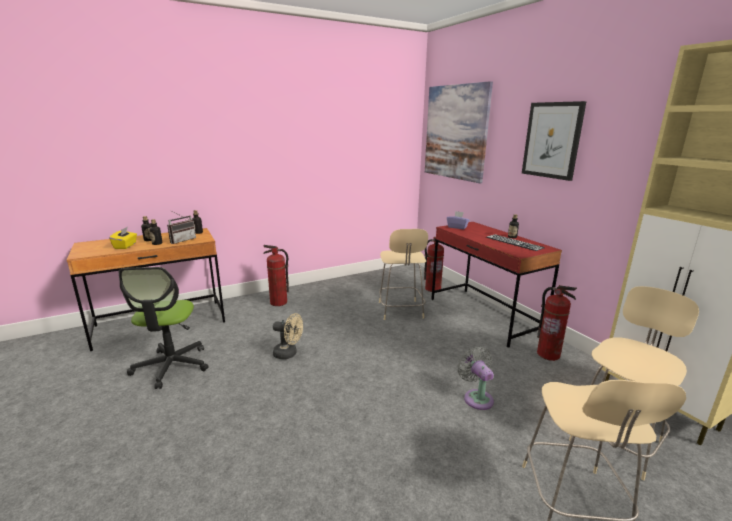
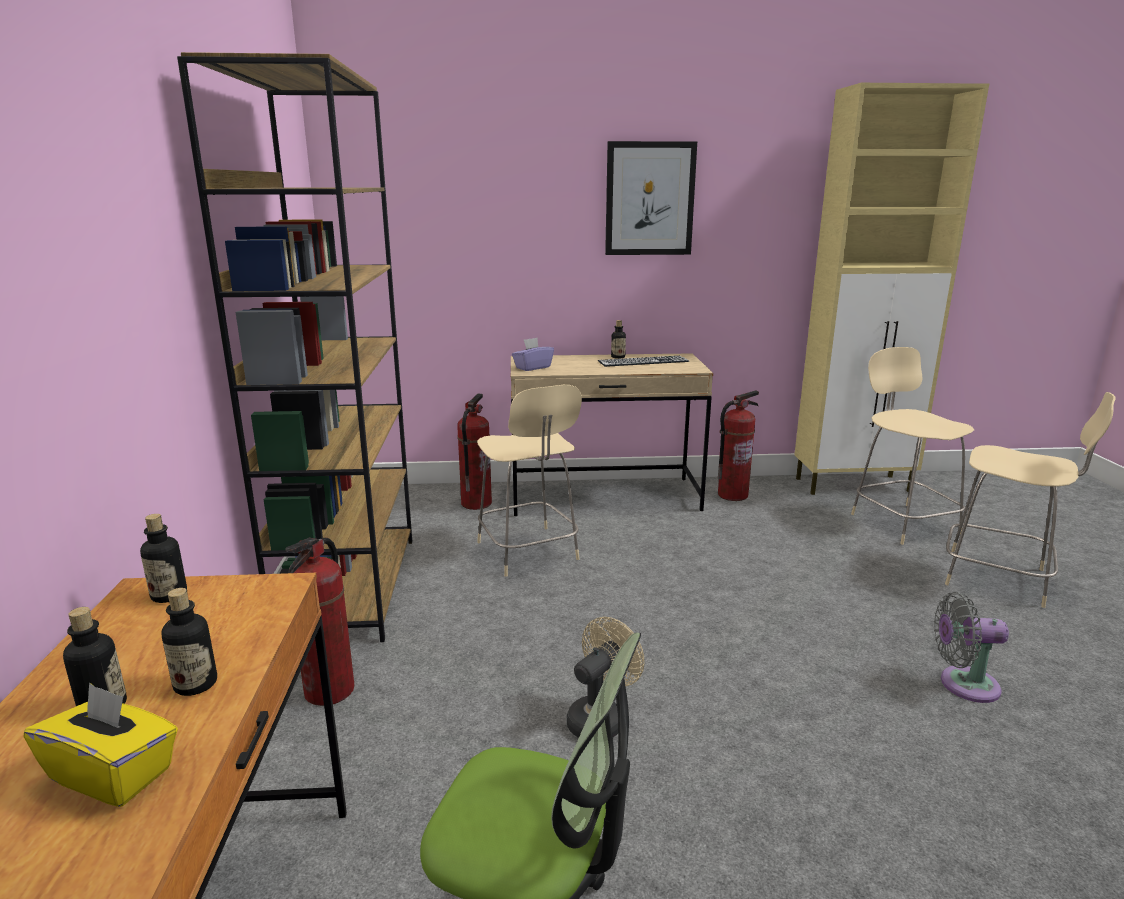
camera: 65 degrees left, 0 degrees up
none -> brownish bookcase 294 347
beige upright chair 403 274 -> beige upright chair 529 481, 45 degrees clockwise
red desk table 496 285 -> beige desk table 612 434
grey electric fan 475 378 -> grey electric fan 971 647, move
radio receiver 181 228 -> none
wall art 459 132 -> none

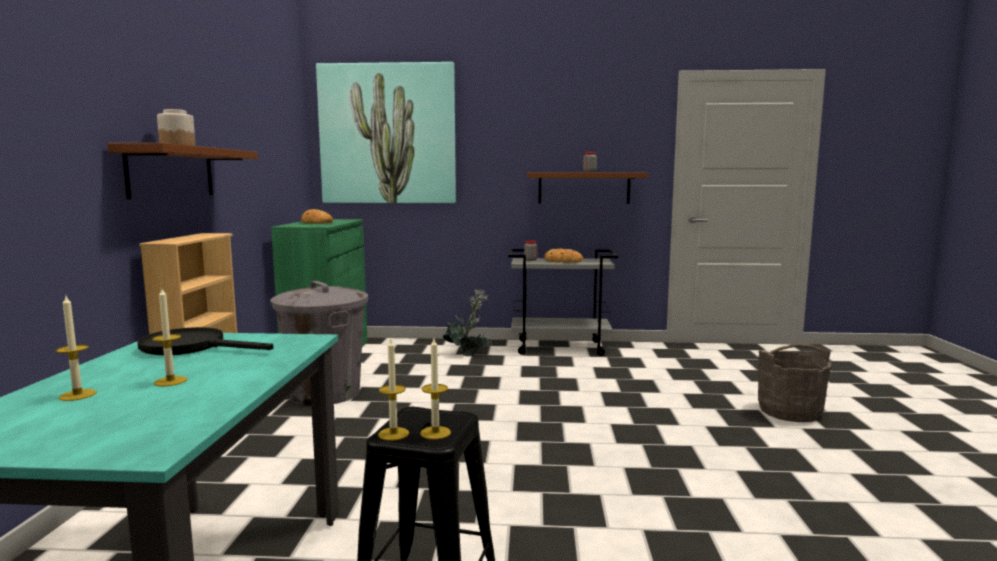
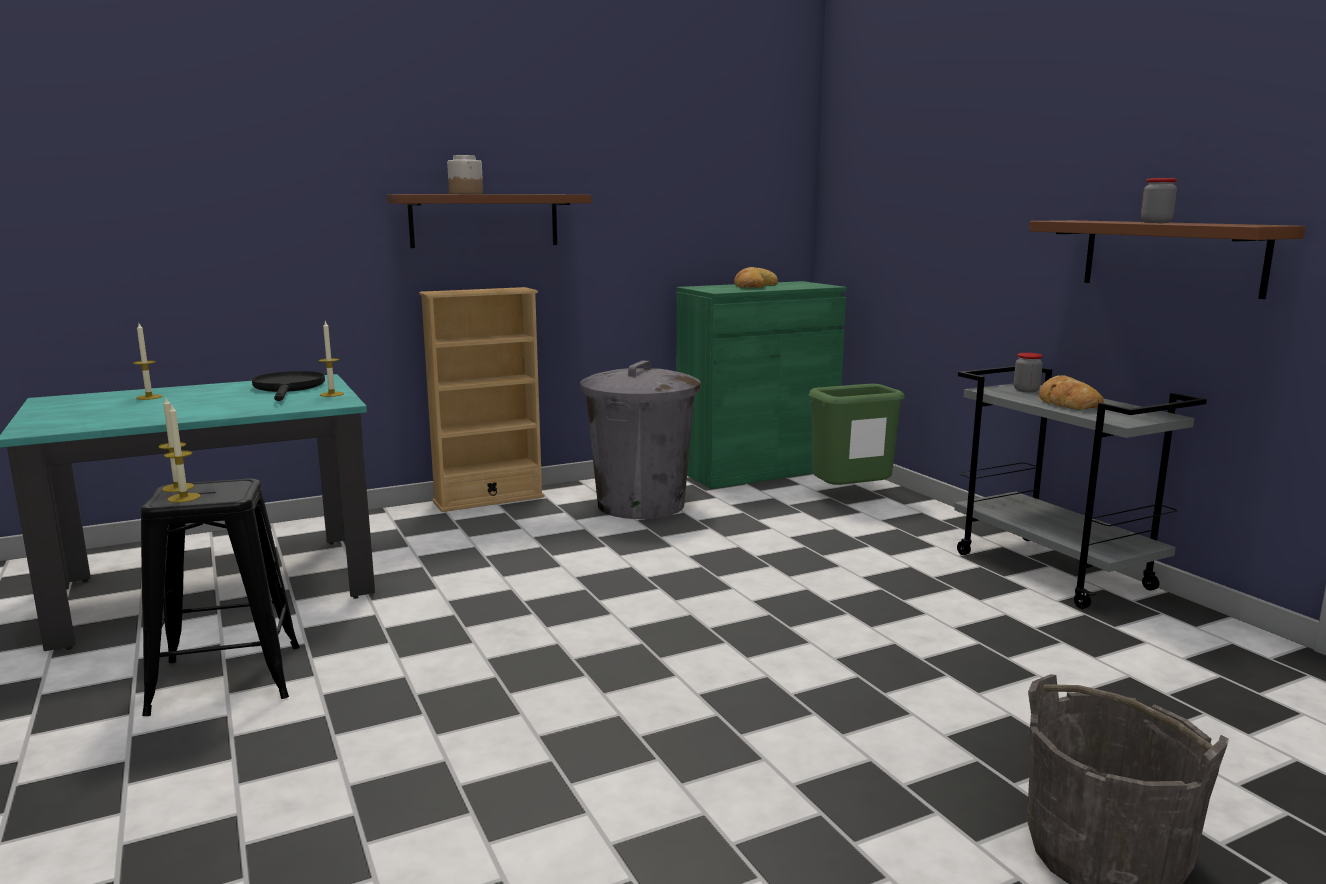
camera: 60 degrees right, 5 degrees up
wax candle 169 337 -> wax candle 331 359, move
none -> green-coloured rubbish bin 857 434
wall art 386 132 -> none
plant in a pot 467 322 -> none

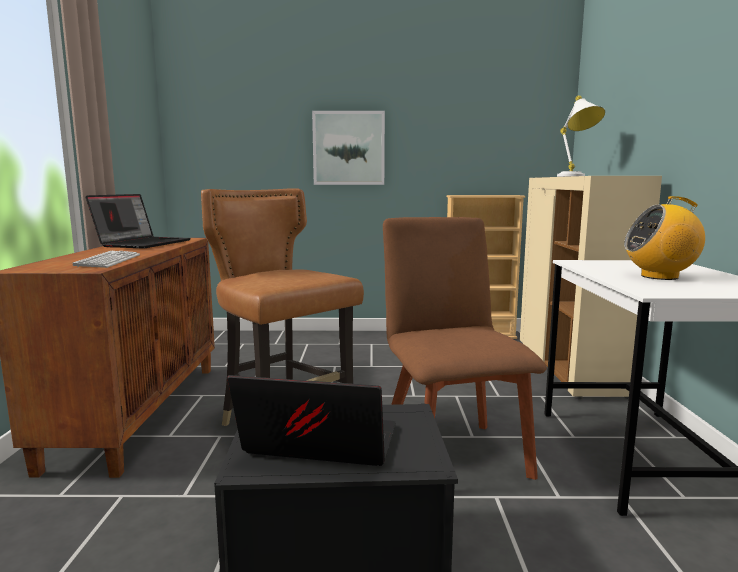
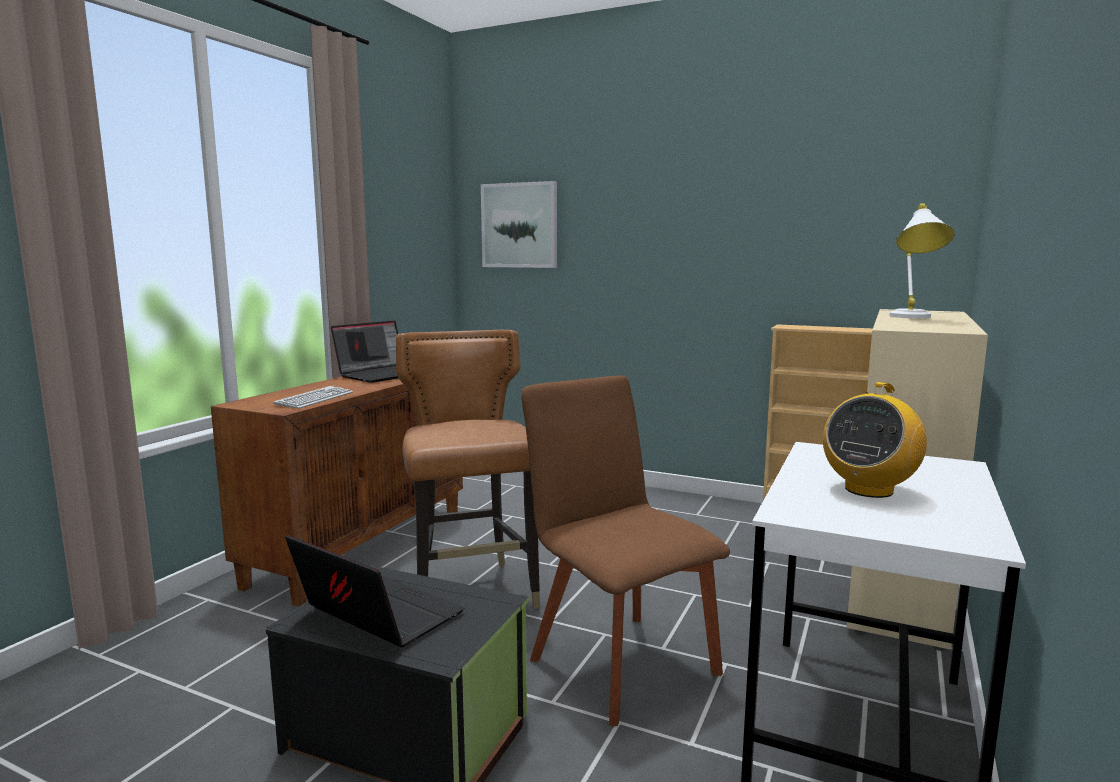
camera: 25 degrees right, 0 degrees up
wall art 348 148 -> wall art 519 224, move
brownish upright chair 465 348 -> brownish upright chair 625 551, 45 degrees counterclockwise
radio receiver 664 238 -> radio receiver 875 440, 75 degrees counterclockwise

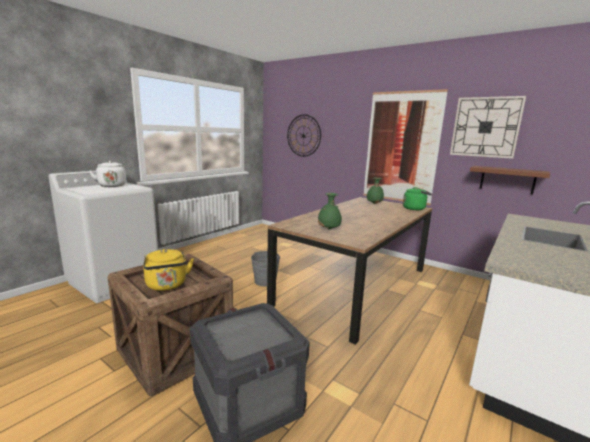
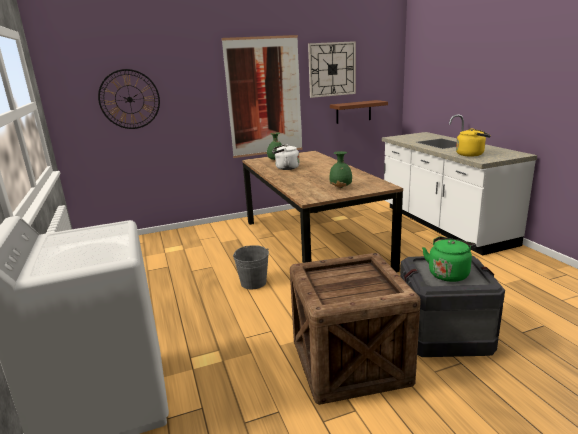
camera: 55 degrees left, 5 degrees up
white-coloured water kettle 107 174 -> white-coloured water kettle 286 157, move
green-coloured water kettle 417 198 -> green-coloured water kettle 449 259, move
yellowish water kettle 168 270 -> yellowish water kettle 473 142, move

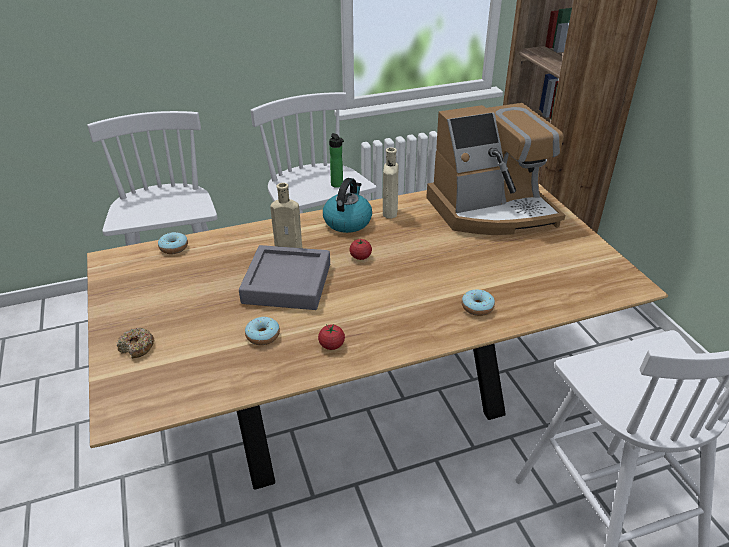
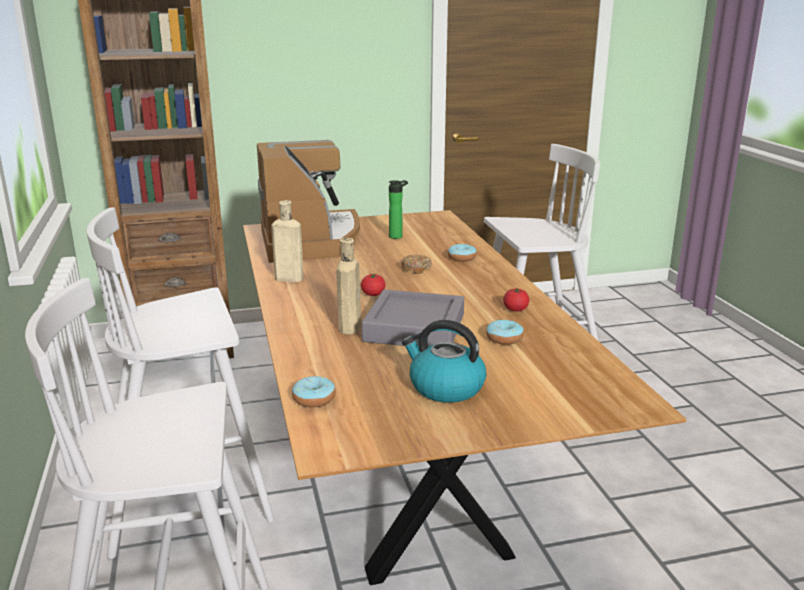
camera: 85 degrees left, 15 degrees down
drink bottle 336 160 -> drink bottle 398 209, move
doughnut 135 343 -> doughnut 416 264, move
water kettle 347 205 -> water kettle 444 361, move

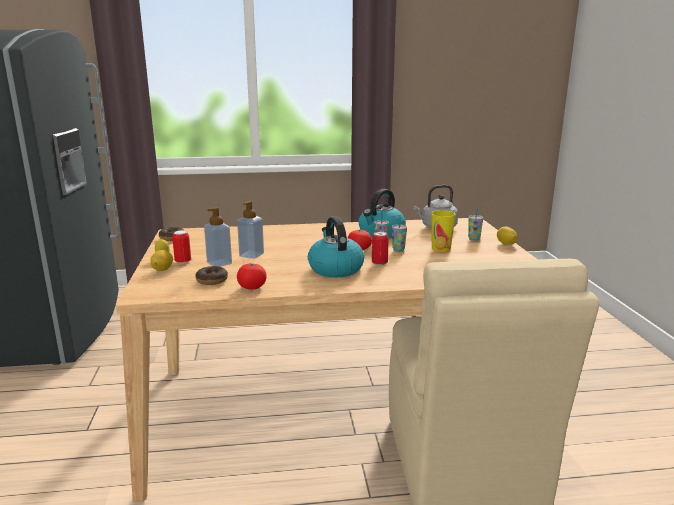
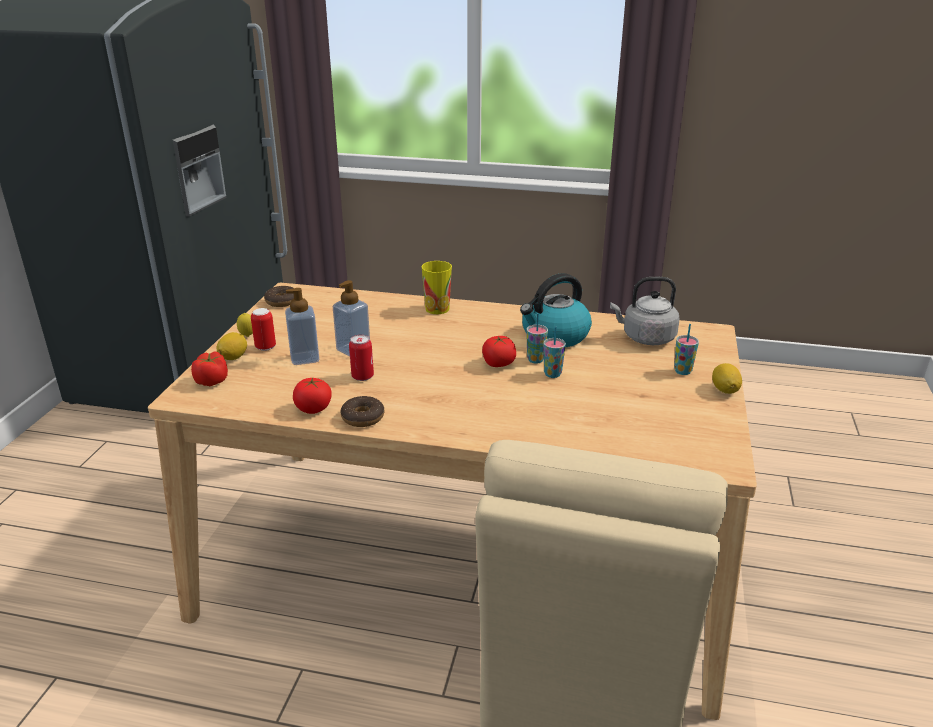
camera: 20 degrees right, 10 degrees up
none -> fresh tomato 209 369
doughnut 211 275 -> doughnut 362 411, move
can 380 248 -> can 361 358, move
drinking cup 443 231 -> drinking cup 437 287, move
water kettle 336 247 -> none

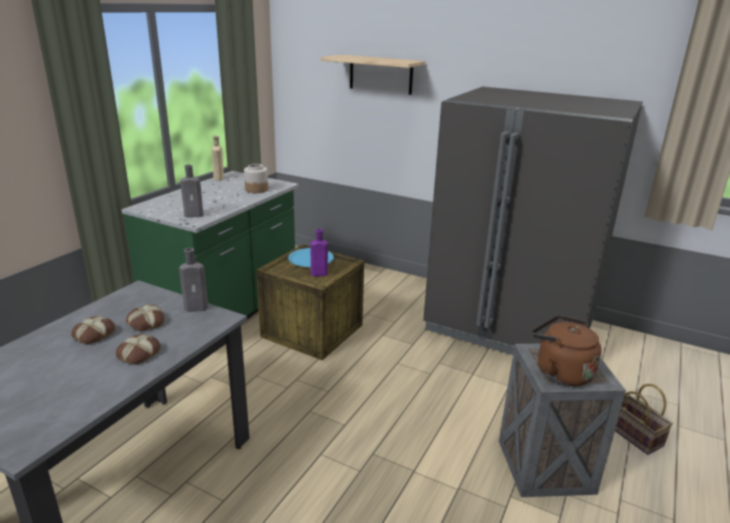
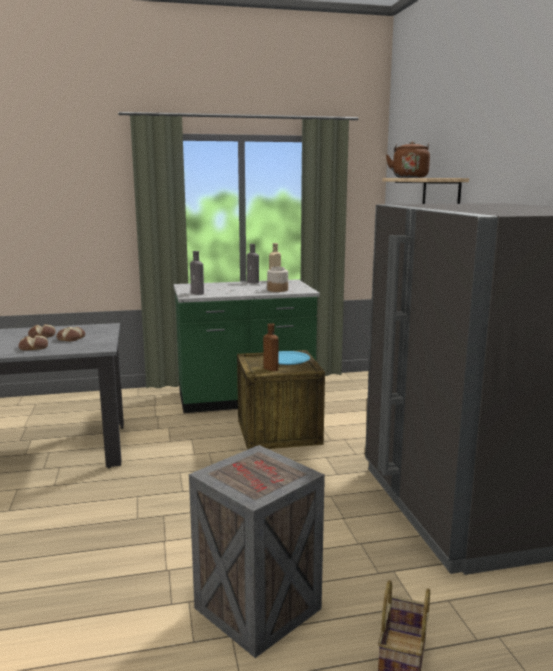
camera: 50 degrees right, 10 degrees down
grey drink bottle 193 280 -> grey drink bottle 253 263, move
purple-coloured drink bottle 319 253 -> brownish drink bottle 270 347
brownish water kettle 567 351 -> brownish water kettle 408 159, move

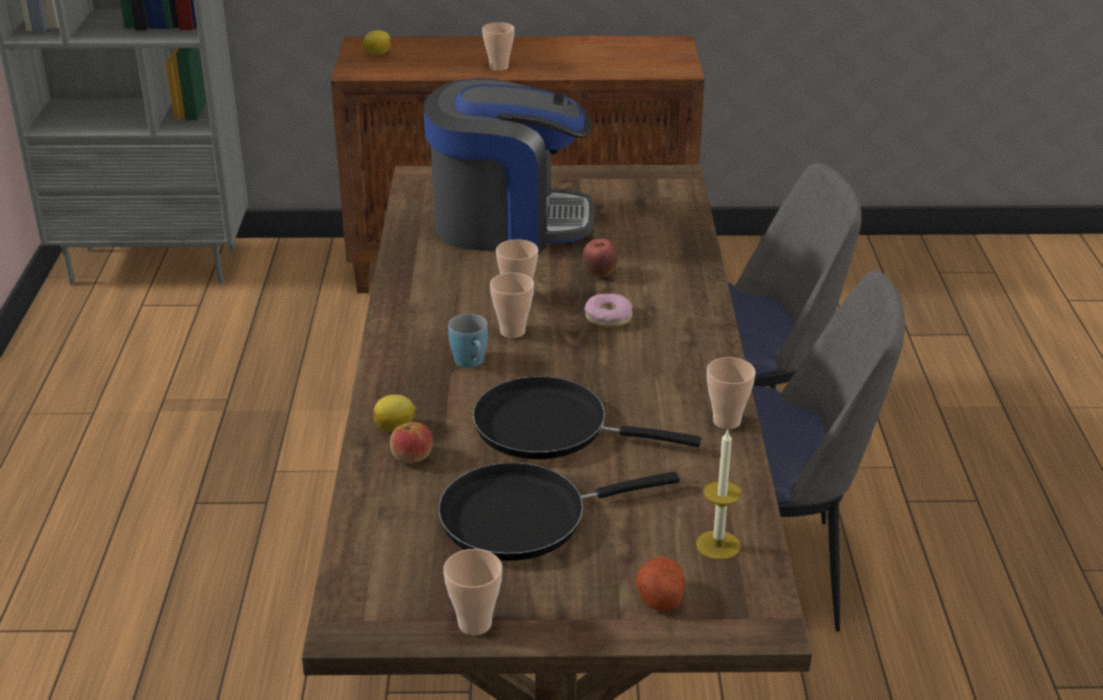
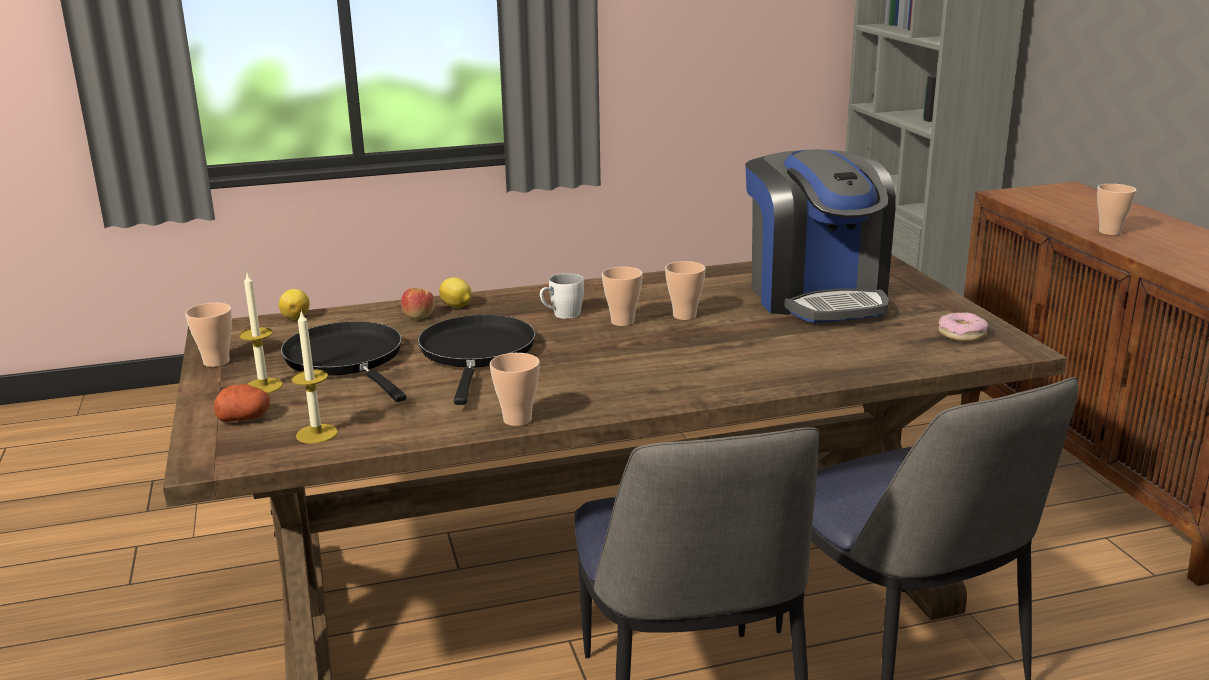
camera: 75 degrees right, 10 degrees down
none -> wax candle 261 333
whole lemon 376 42 -> whole lemon 294 304, move
blue mug 468 340 -> white-coloured mug 562 296
doughnut 608 311 -> doughnut 963 327, move
apple fruit 600 258 -> none

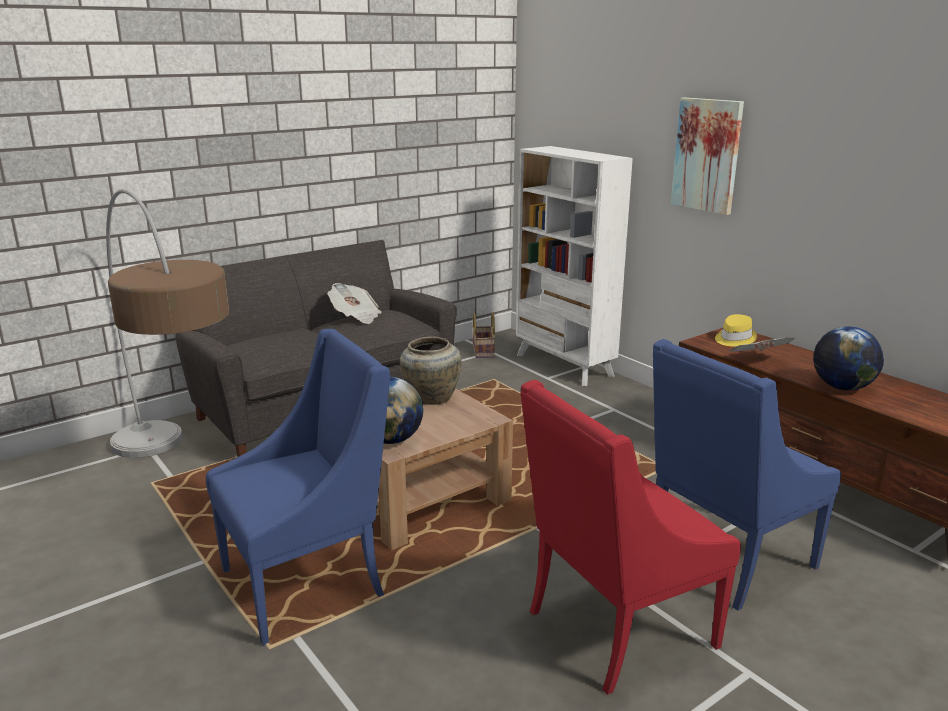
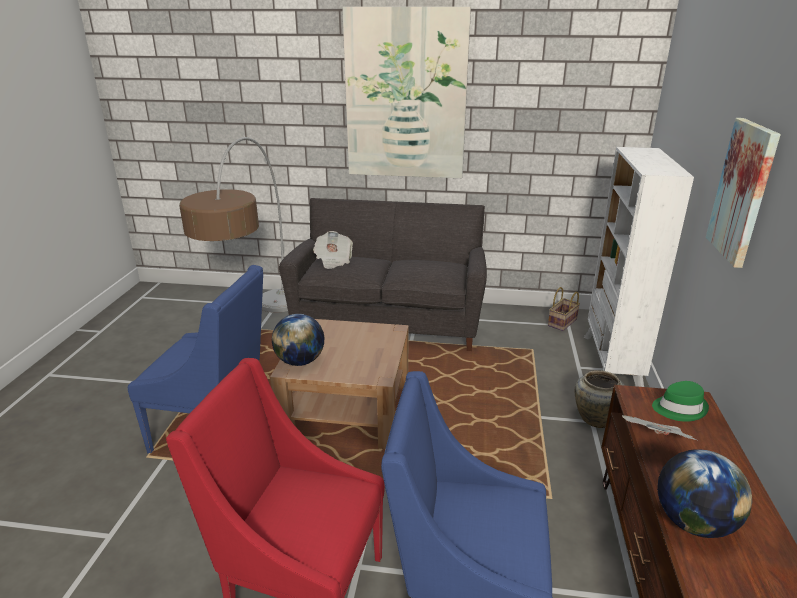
camera: 45 degrees right, 5 degrees up
daily paper 355 303 -> daily paper 333 250, move
none -> wall art 406 92
beige decorative vase 431 370 -> beige decorative vase 600 399, move
yellowish clothing hat 736 330 -> green-coloured clothing hat 680 401

